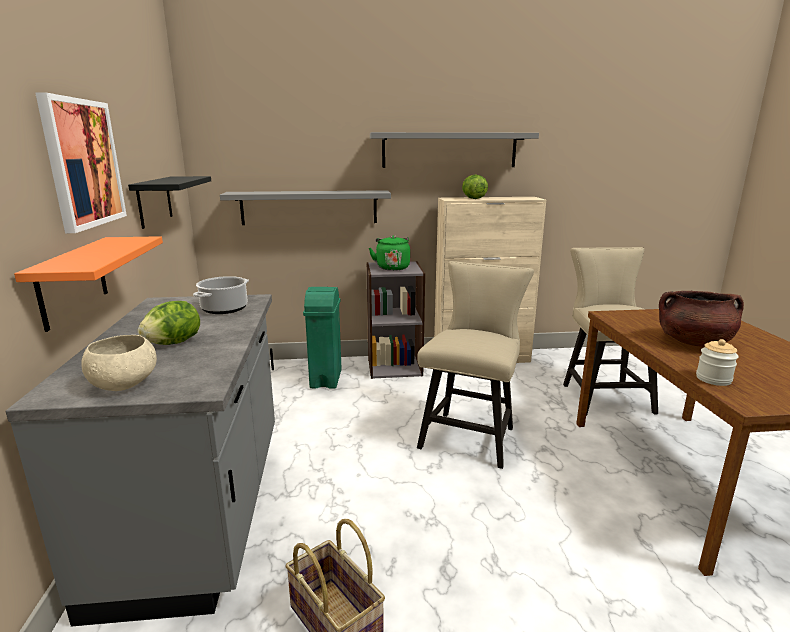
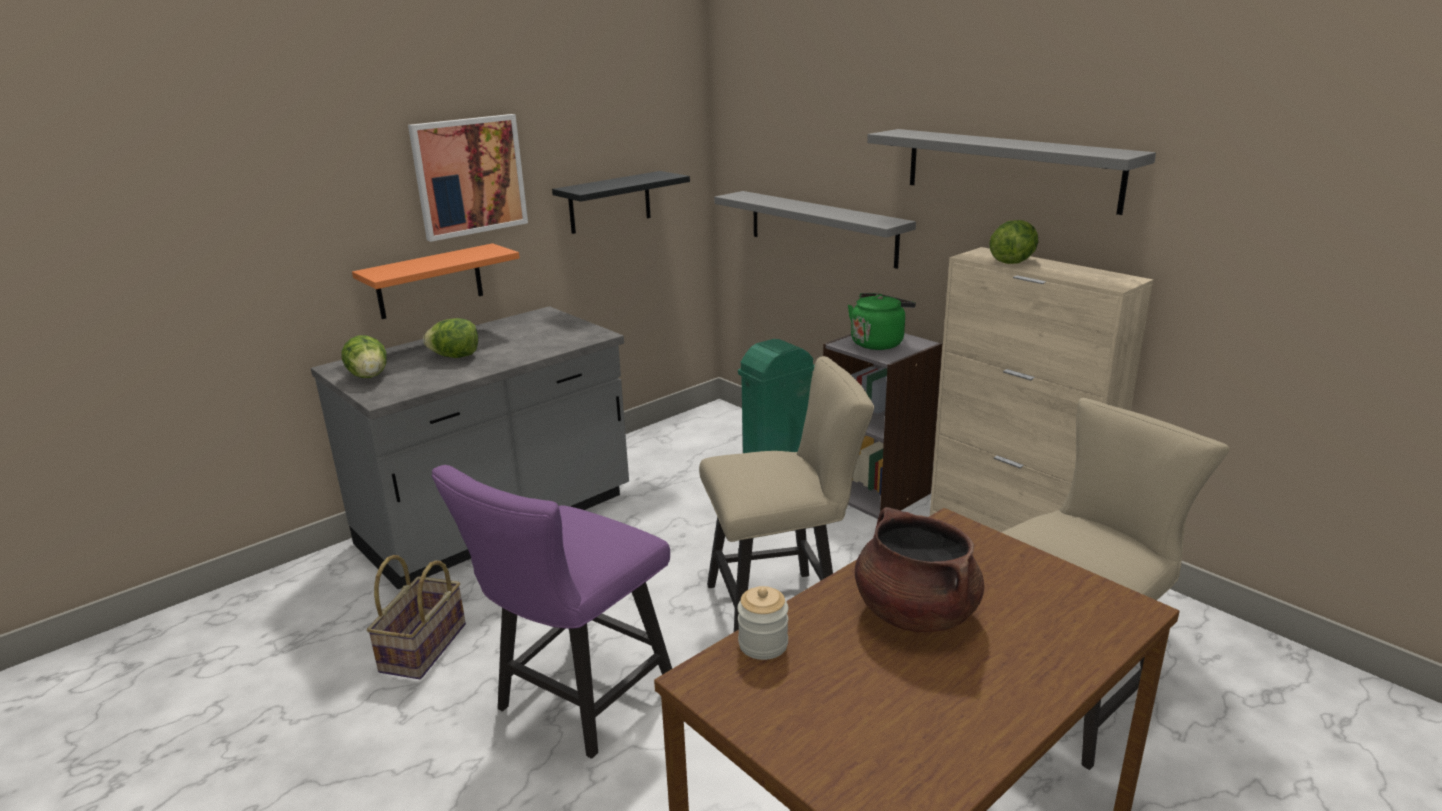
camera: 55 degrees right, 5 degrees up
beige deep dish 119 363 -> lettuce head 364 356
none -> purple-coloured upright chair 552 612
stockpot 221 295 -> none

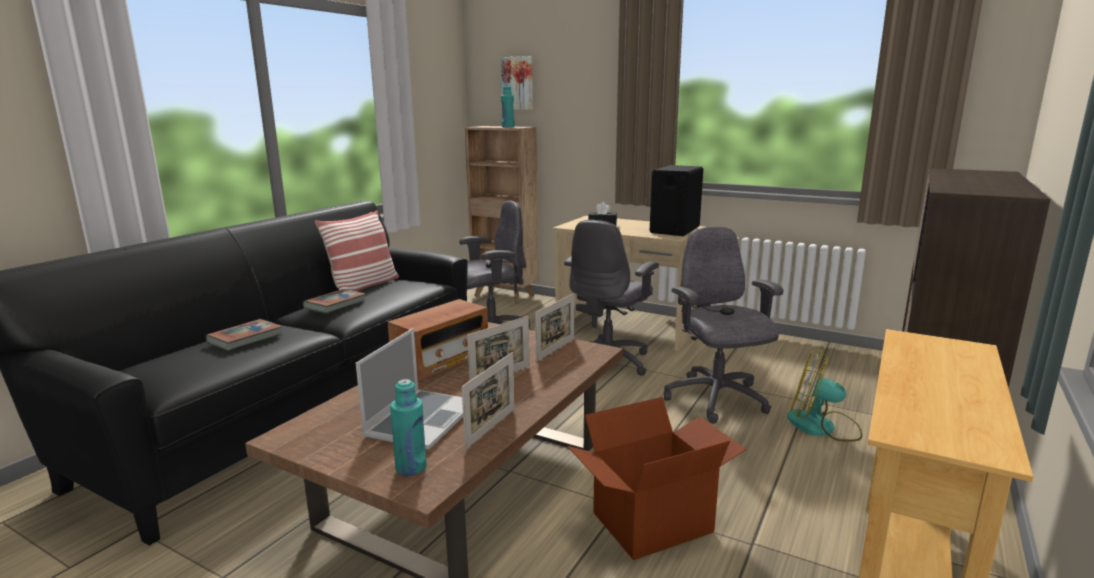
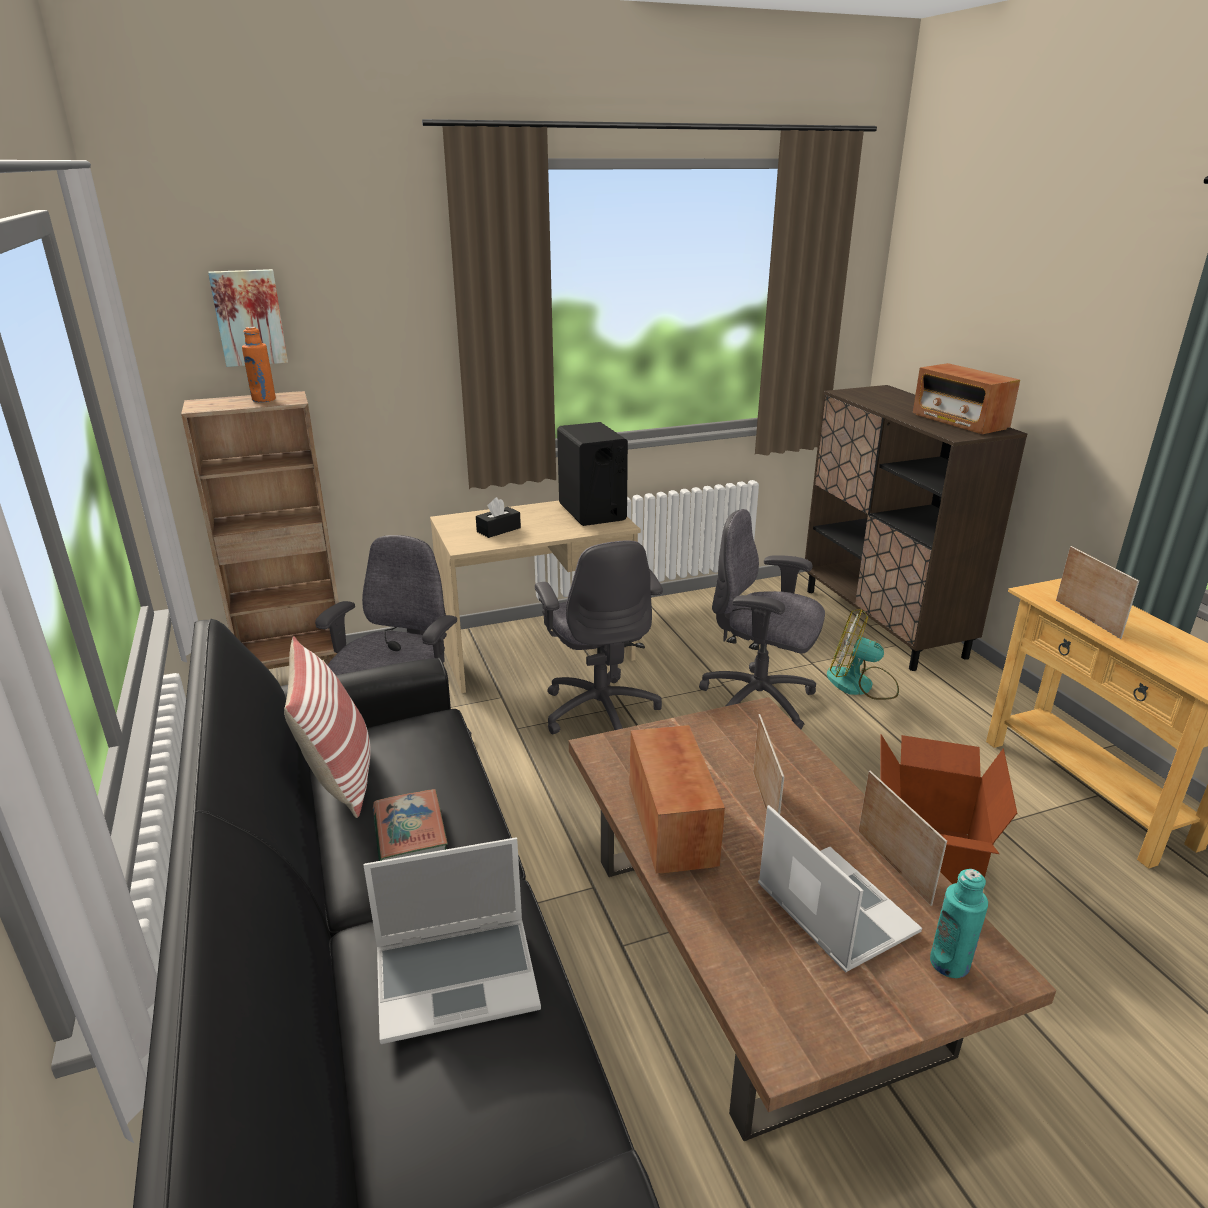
camera: 50 degrees left, 10 degrees up
turquoise drink bottle 508 106 -> orange drink bottle 259 364
book 244 335 -> portable computer 452 941
electric fan 824 396 -> electric fan 863 654, 45 degrees clockwise
none -> radio receiver 966 398
photo frame 555 327 -> photo frame 1097 592, move

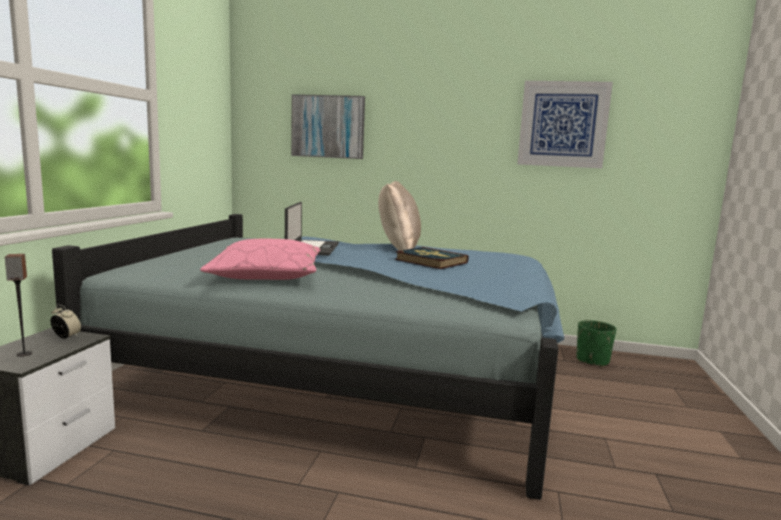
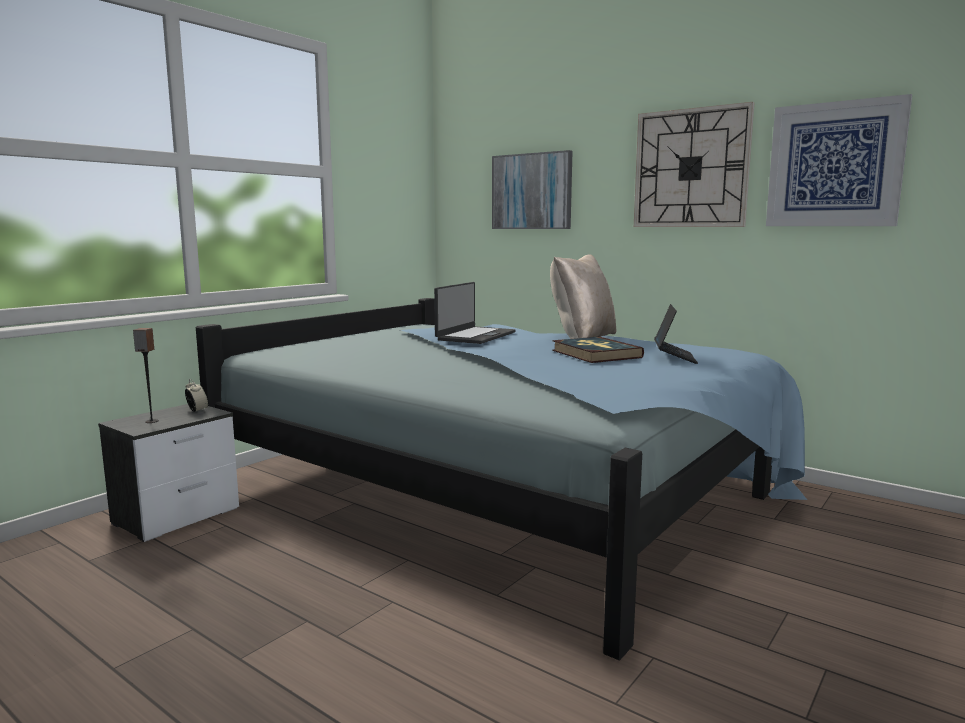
camera: 25 degrees right, 0 degrees up
none -> clock on the wall 694 164
none -> portable computer 676 334
pink throw pillow 260 259 -> none
green-coloured plant pot 596 343 -> none

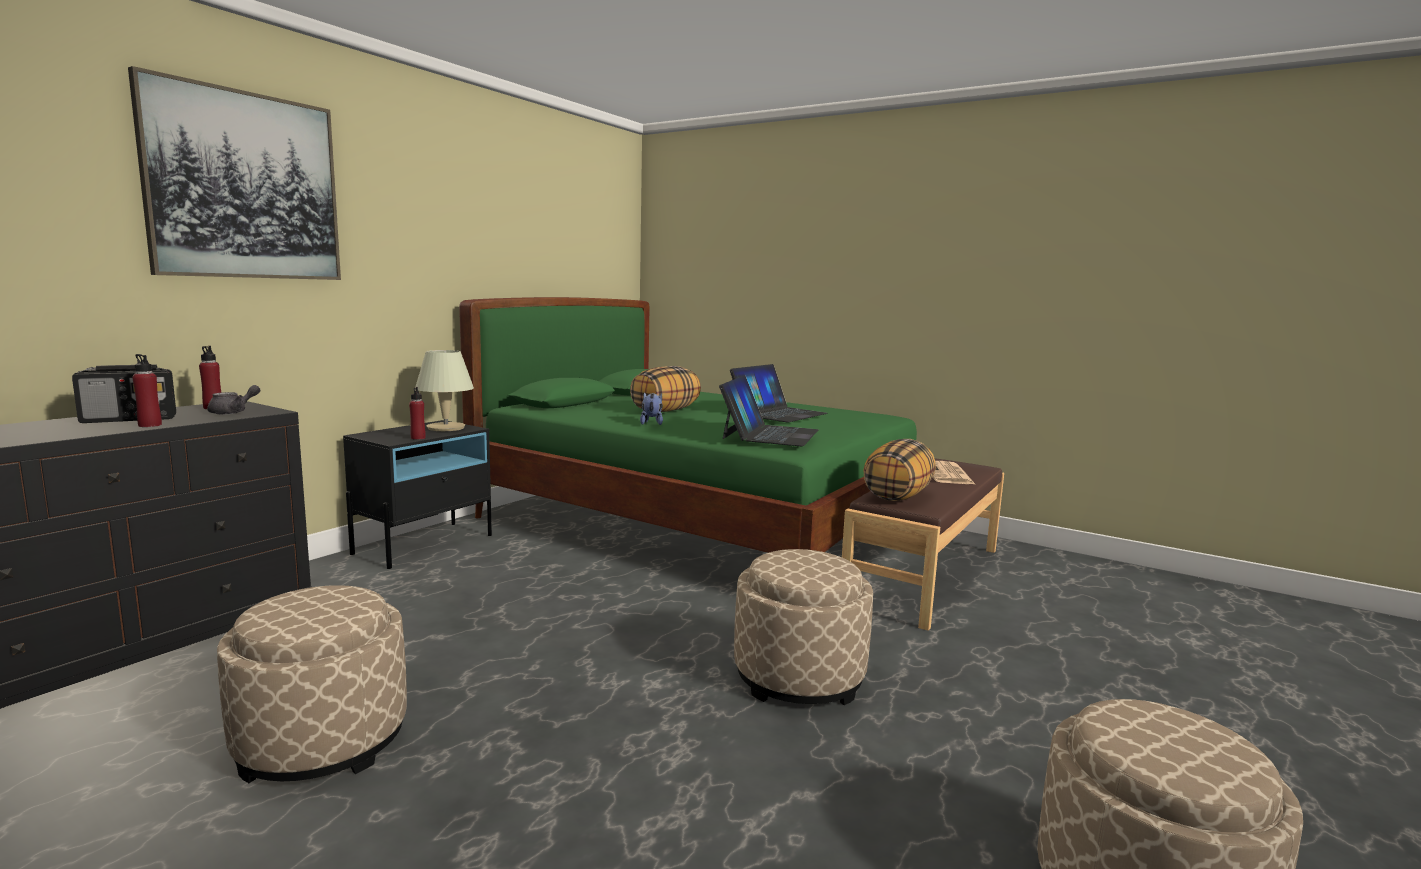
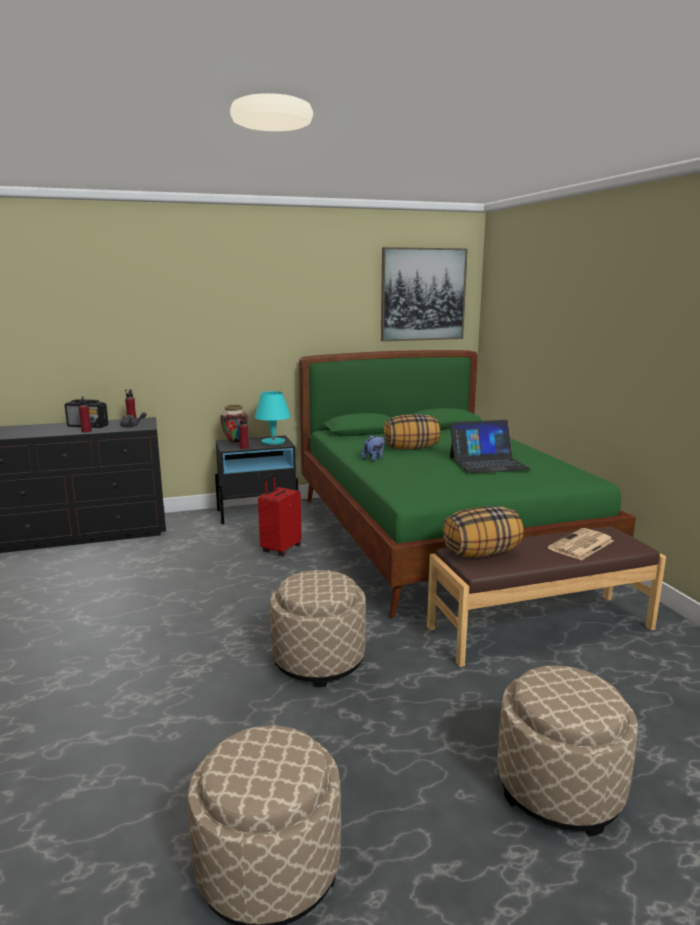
camera: 40 degrees right, 5 degrees up
none -> decorative vase 234 424
beige table lamp 444 390 -> turquoise table lamp 272 418
none -> red piece of luggage 280 515
wall art 234 173 -> wall art 424 294, move
beige ottoman 312 684 -> beige ottoman 567 750, move
portable computer 768 410 -> none

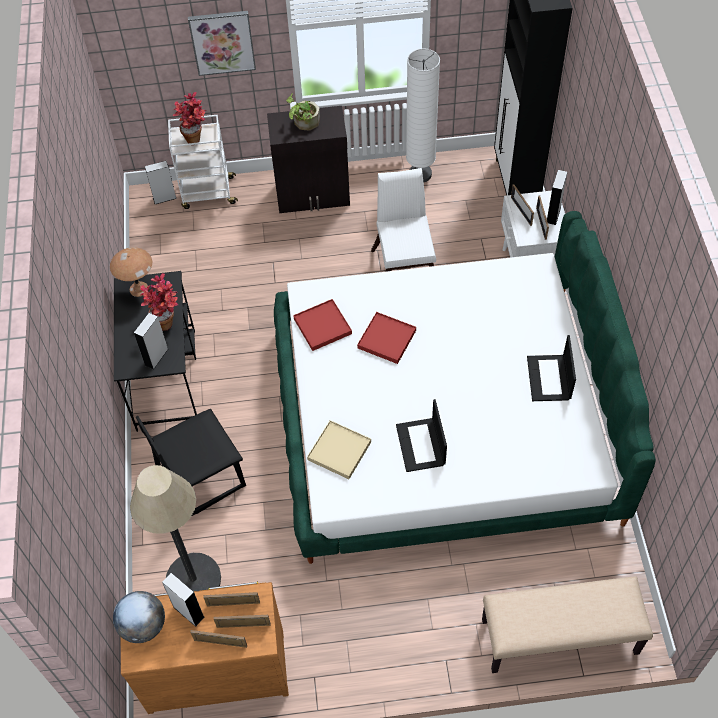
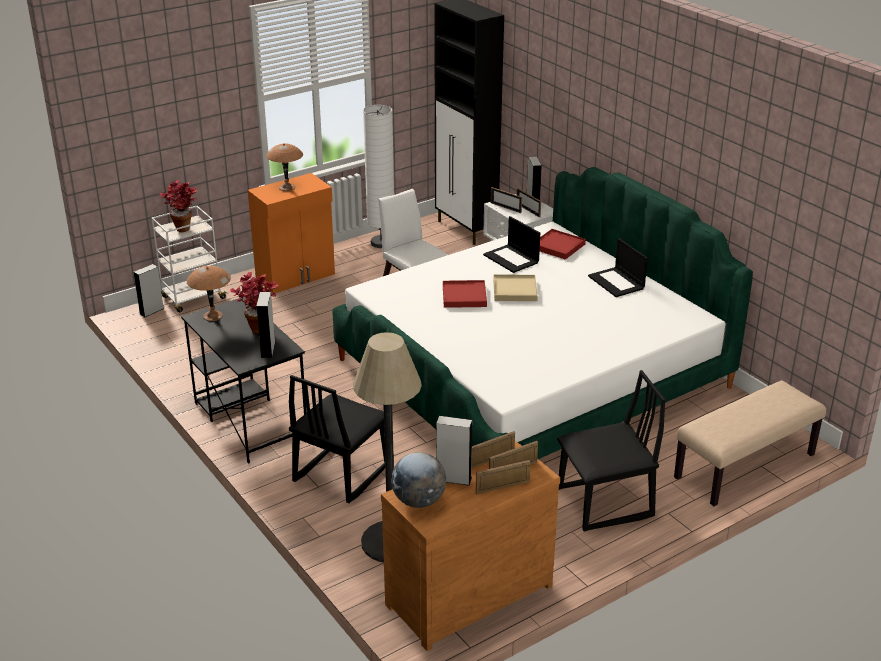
camera: 30 degrees left, 25 degrees down
blackish cabinet 308 159 -> orange cabinet 291 233
plant in a pot 303 111 -> brownish table lamp 284 167
portable computer 421 435 -> portable computer 511 244, move
beige tray 339 449 -> beige tray 515 288, move
red tray 322 325 -> red tray 563 244, move
none -> blackish upright chair 611 451
wall art 222 43 -> none

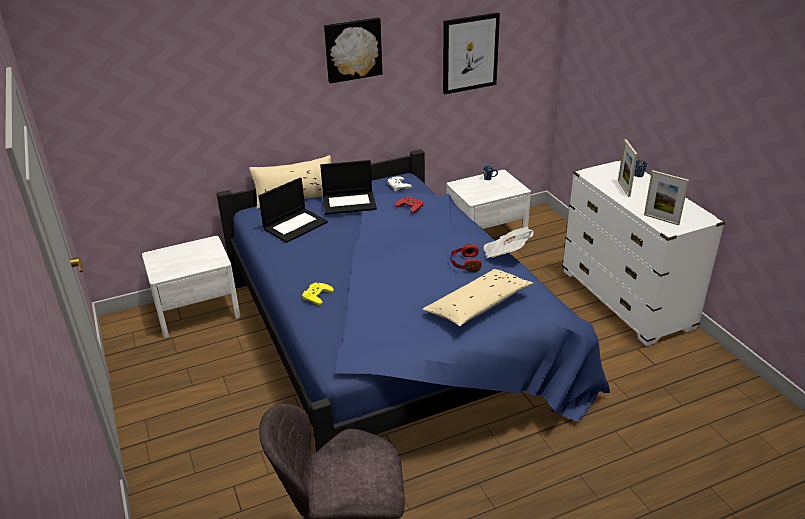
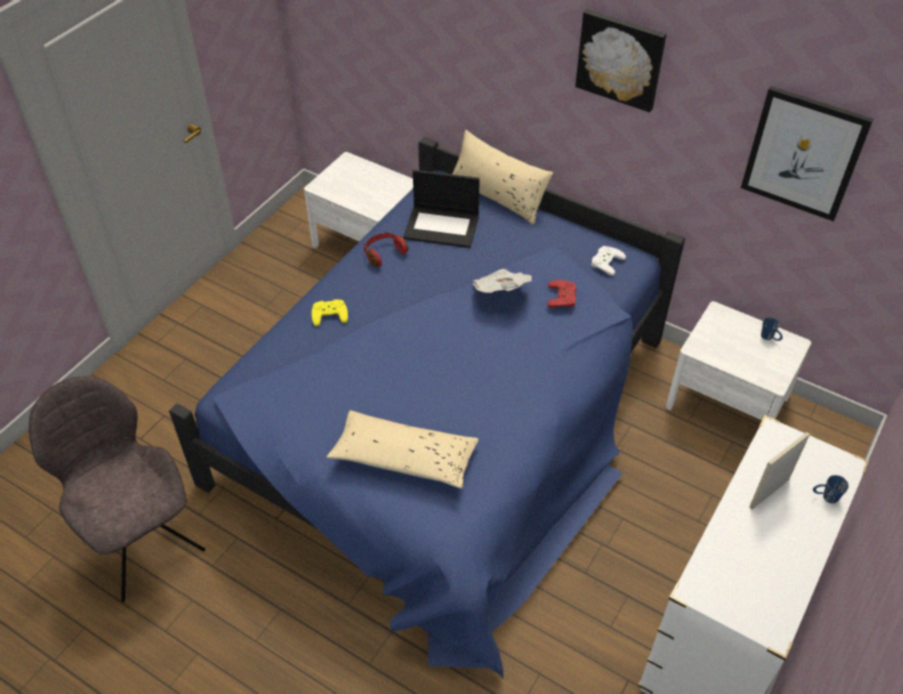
camera: 55 degrees right, 15 degrees up
red headphones 466 258 -> red headphones 386 249, move
daily paper 508 242 -> daily paper 502 281, move
portable computer 348 187 -> none
photo frame 666 198 -> none

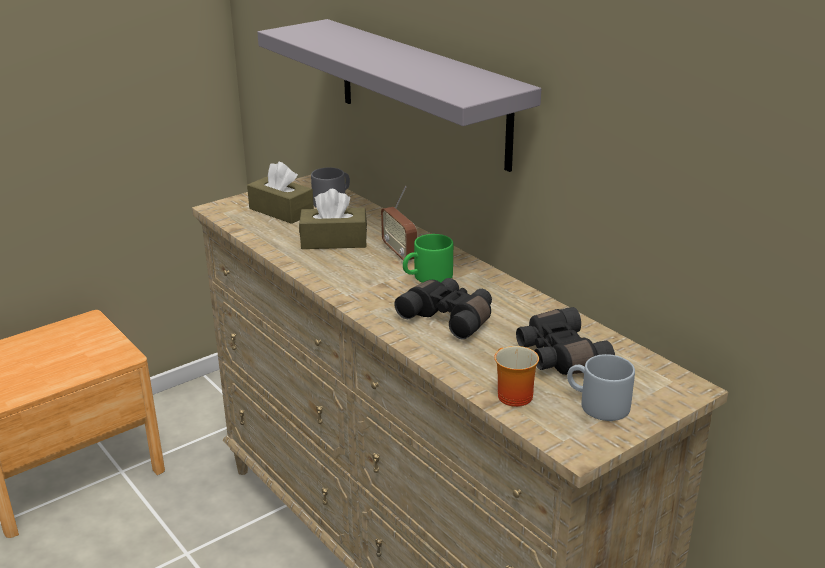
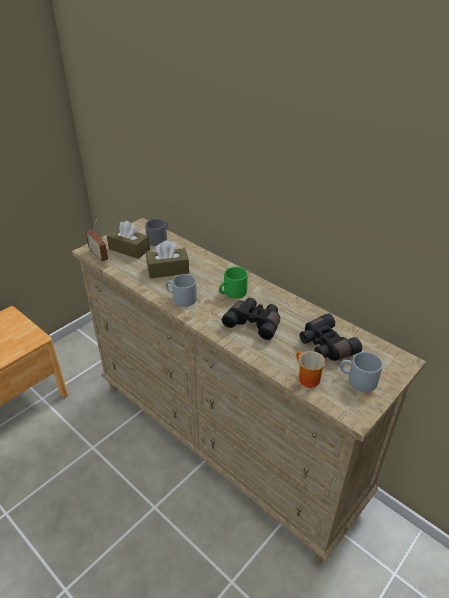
camera: 10 degrees left, 10 degrees up
radio receiver 399 224 -> radio receiver 96 240, move
none -> grey mug 181 290
grey shelf 399 95 -> none

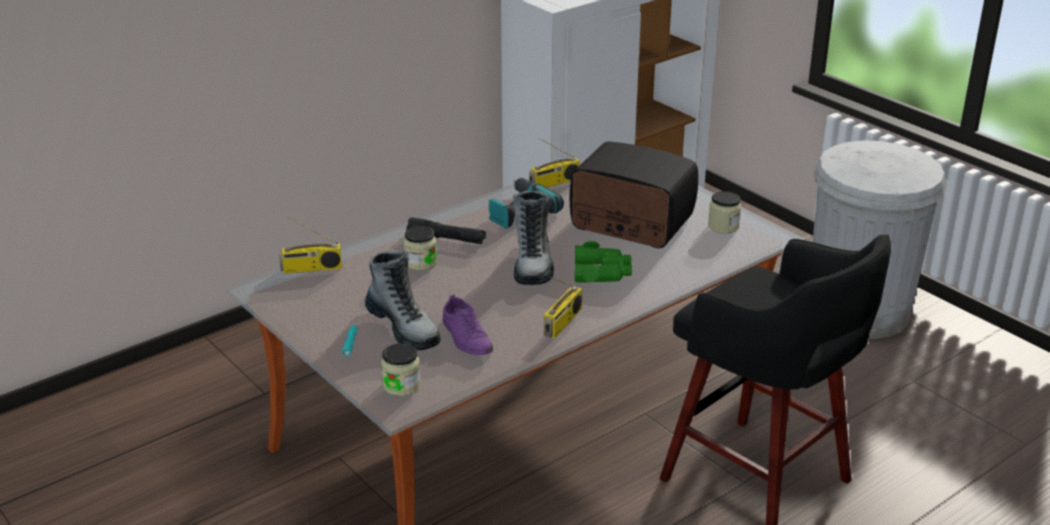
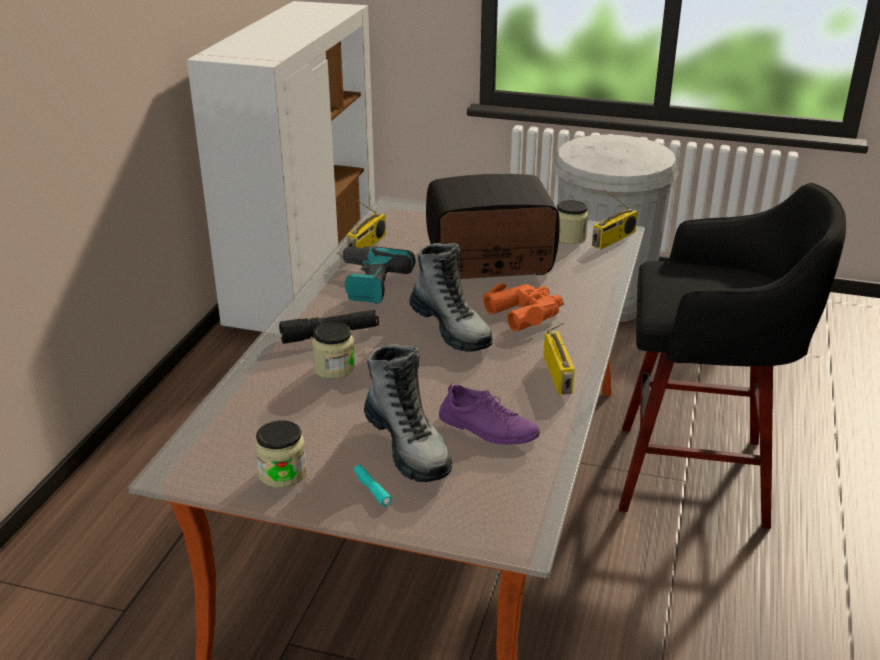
camera: 35 degrees left, 0 degrees up
storage jar 401 370 -> storage jar 281 454, move
tall boot 403 301 -> tall boot 408 413, 45 degrees clockwise
green-coloured pair of binoculars 603 262 -> orange pair of binoculars 523 307
radio receiver 310 245 -> radio receiver 615 219, move

